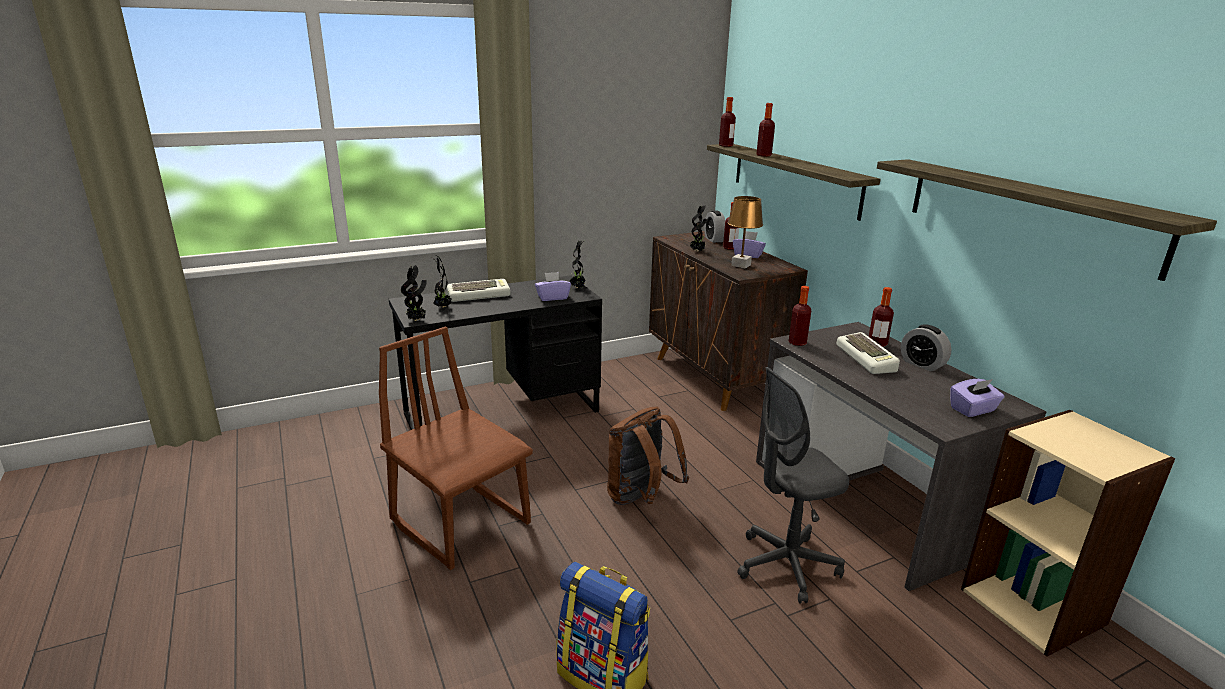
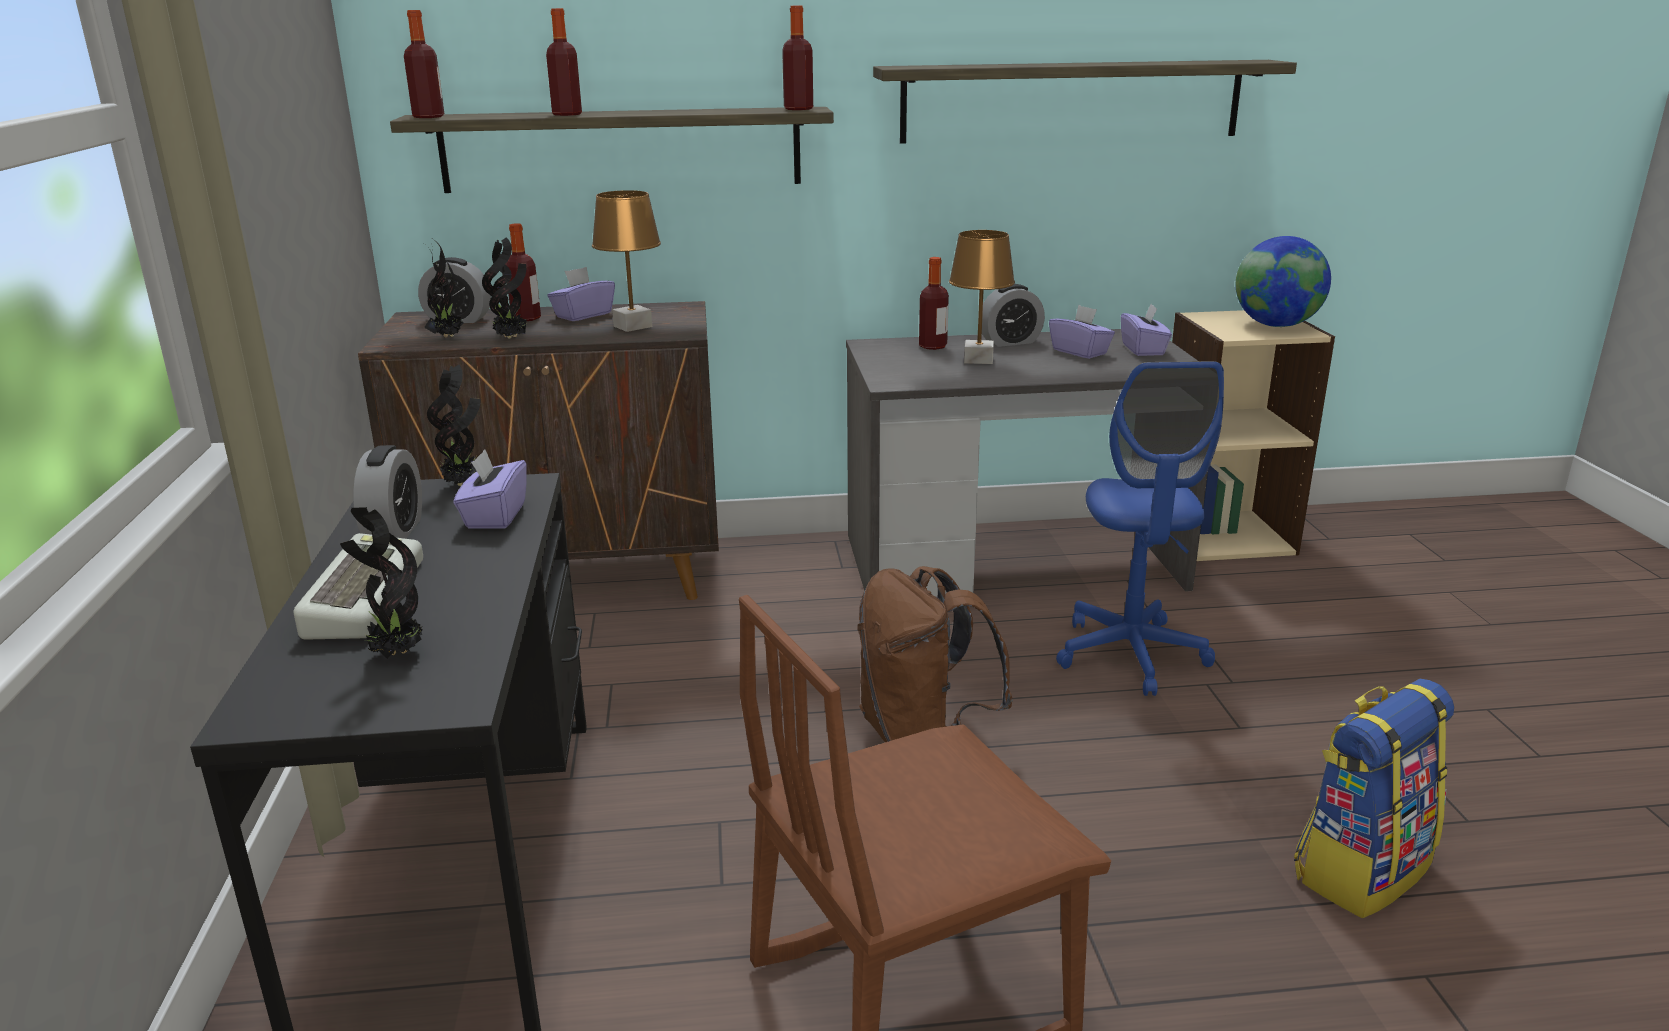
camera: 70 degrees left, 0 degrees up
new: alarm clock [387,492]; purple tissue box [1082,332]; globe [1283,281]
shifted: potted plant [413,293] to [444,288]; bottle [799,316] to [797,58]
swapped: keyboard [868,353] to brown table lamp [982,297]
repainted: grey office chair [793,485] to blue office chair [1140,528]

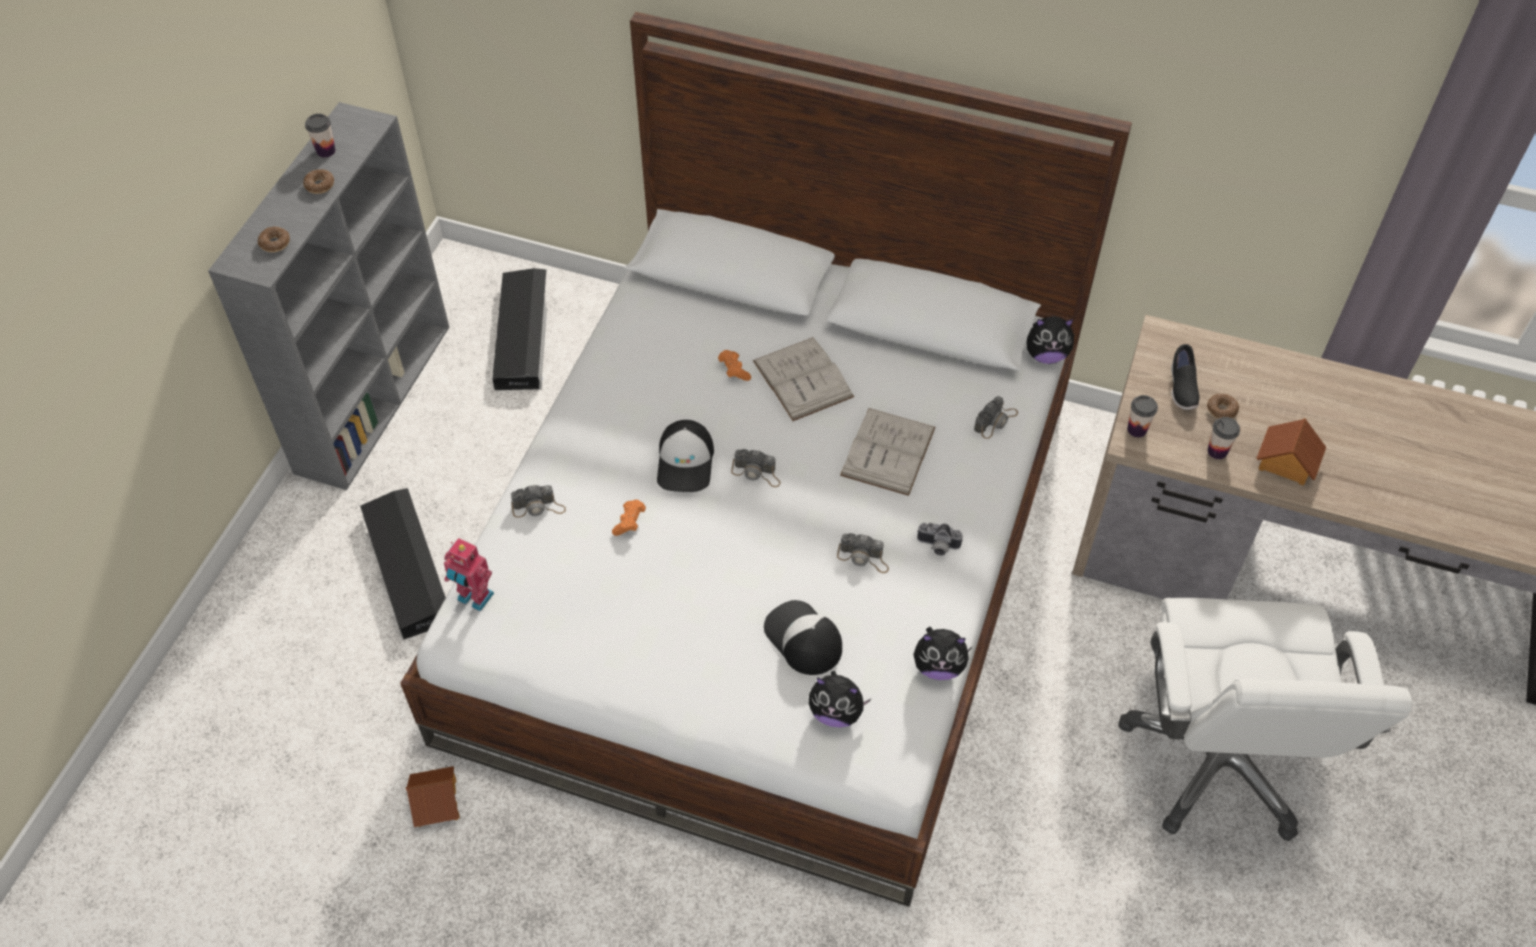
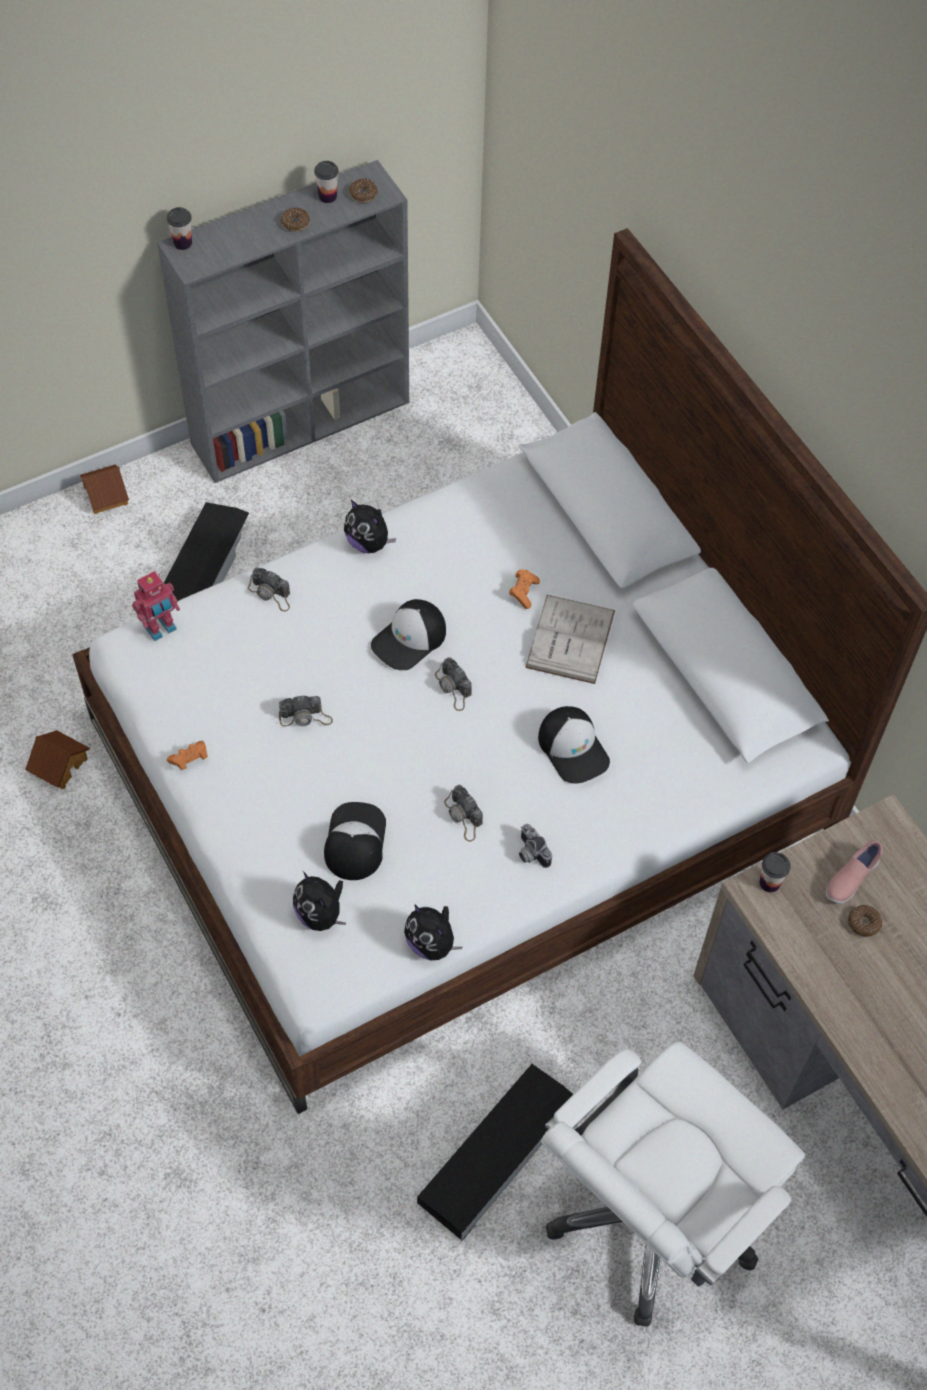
camera: 40 degrees right, 5 degrees up
shifted: toy house [1291,451] to [104,489]; cup [1224,438] to [179,228]; orange game controller [629,518] to [187,755]; photo camera [996,417] to [306,710]; plush toy [1051,340] to [370,526]; donut [274,239] to [363,190]; black storage box [519,329] to [495,1152]
swapped: white book [888,452] to cap [574,745]
repainted: black shoe [1185,377] to pink shoe [854,872]
rotated: toy robot [469,574] = [156,606] 105 degrees counterclockwise

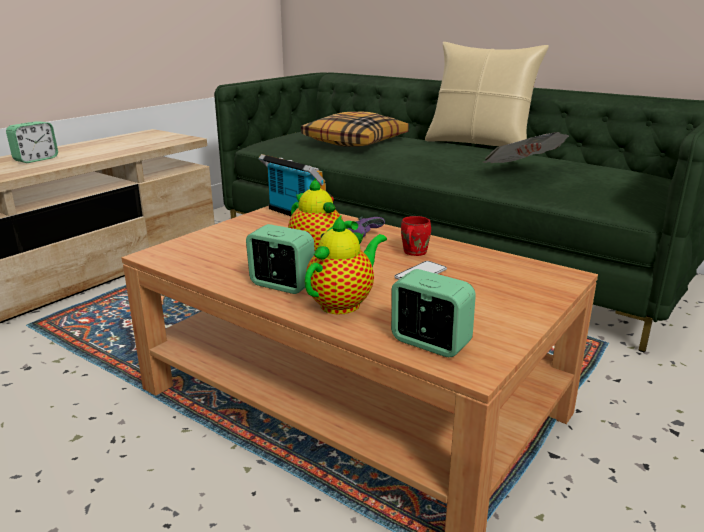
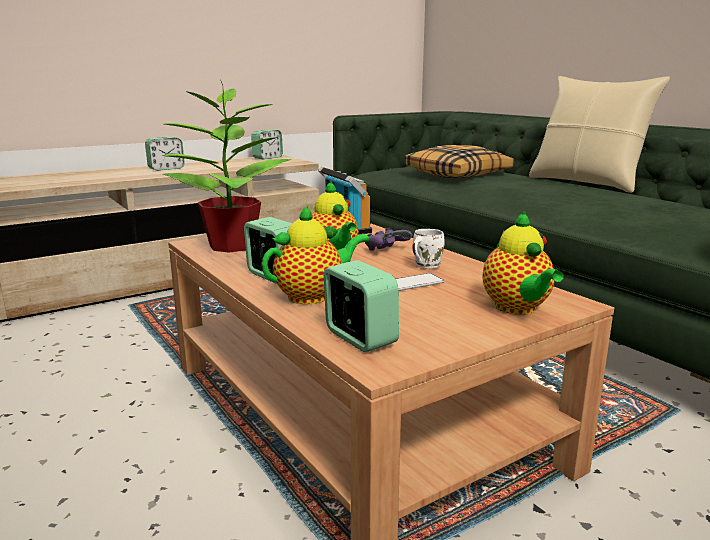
camera: 20 degrees right, 5 degrees down
gone: newspaper [526,147]
new: potted plant [226,166]; alarm clock [267,145]; teapot [523,263]
repainted: red mug [416,236] to white mug [428,249]

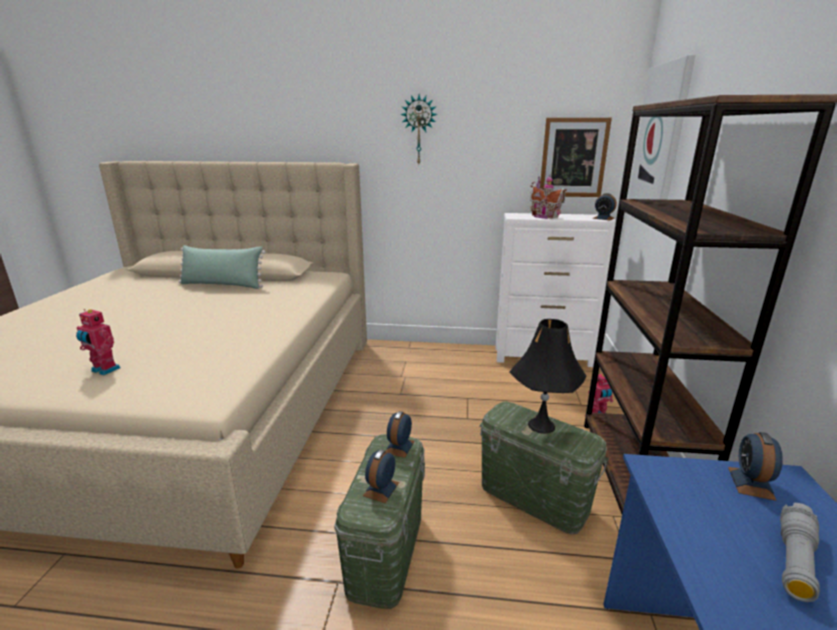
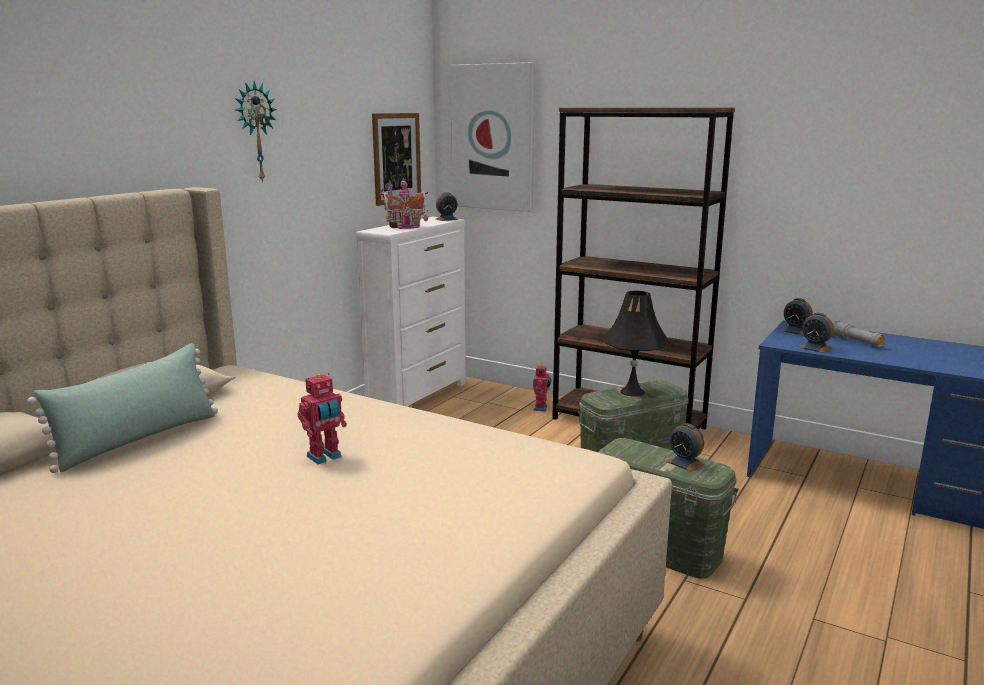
camera: 65 degrees left, 5 degrees down
shifted: toy robot [98,342] to [322,418]; alarm clock [400,434] to [816,333]

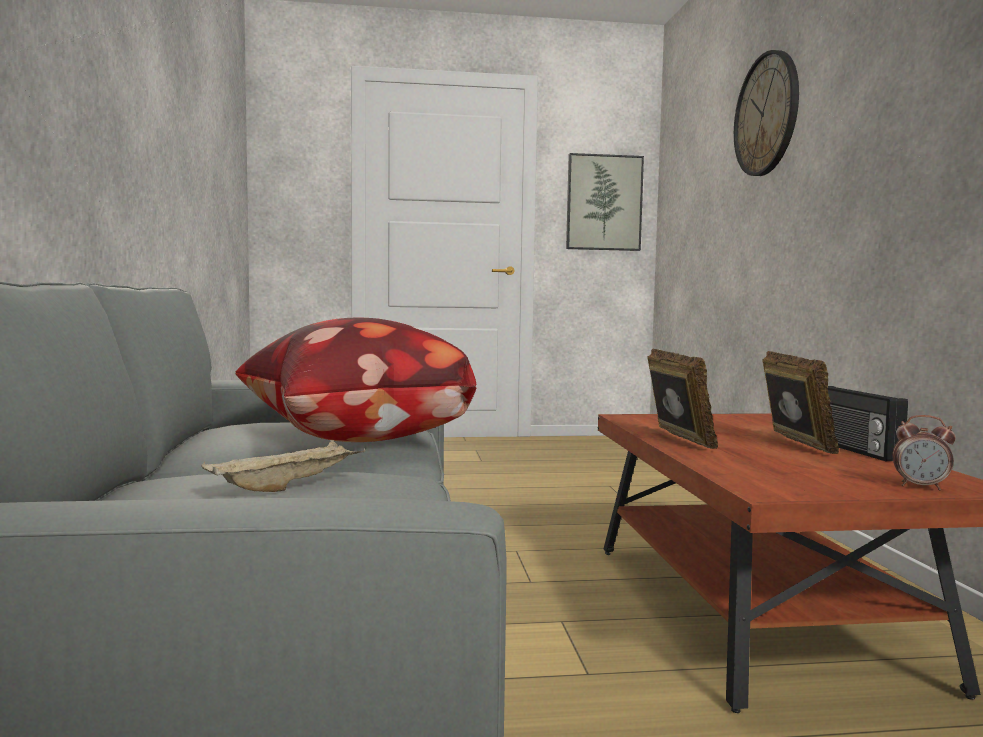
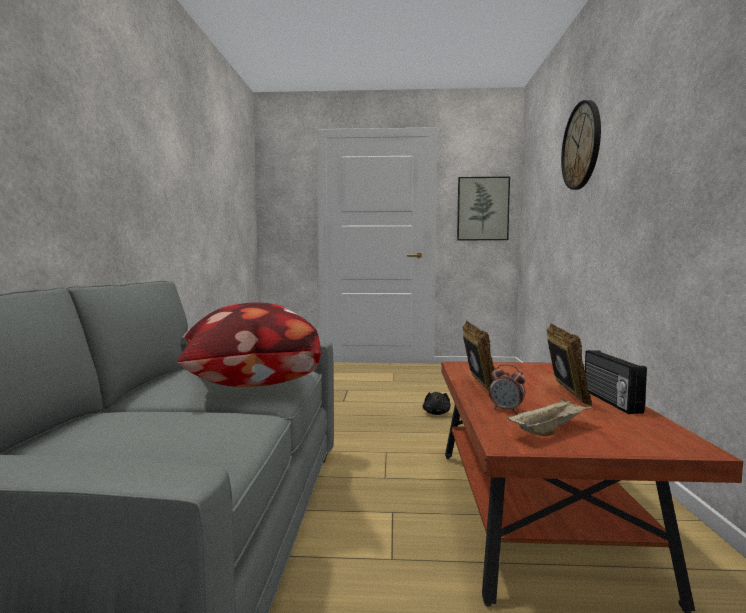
camera: 10 degrees right, 0 degrees up
new: black plush toy [437,403]
shifted: alarm clock [924,452] to [507,389]; beige tray [283,466] to [550,416]

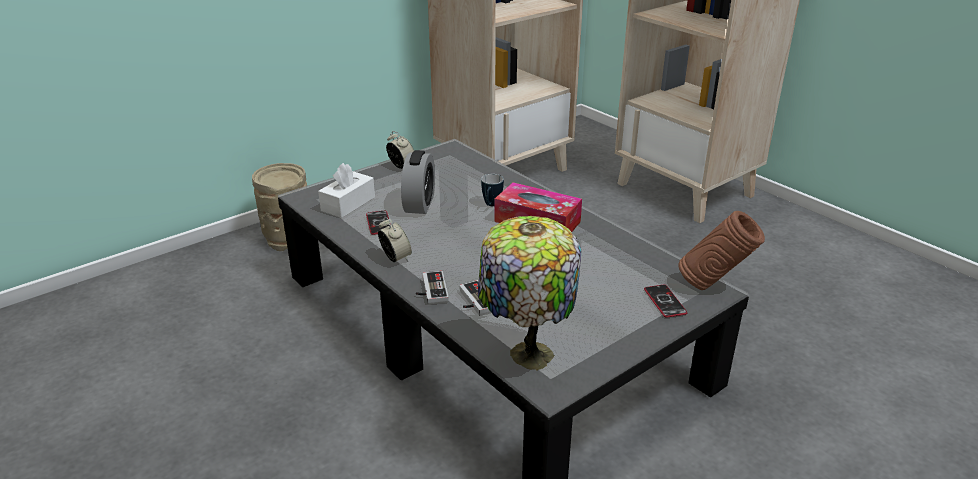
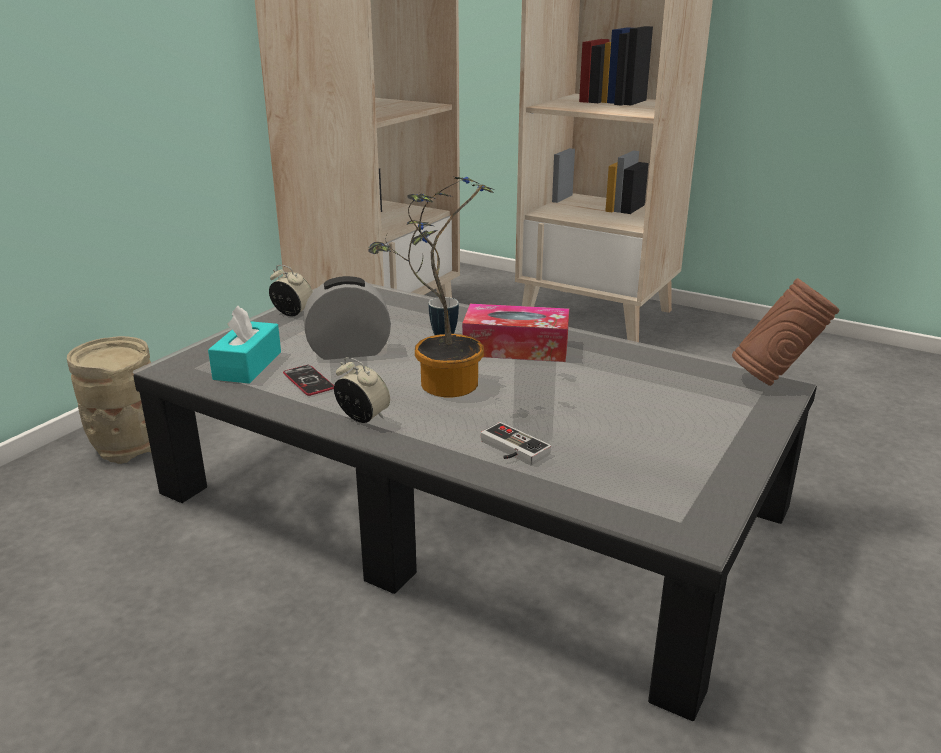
camera: 20 degrees left, 5 degrees down
gone: game controller [432,288]; table lamp [529,293]; phone [665,301]
new: potted plant [431,287]
repainted: white tissue box [346,190] to turquoise tissue box [244,345]
rotated: alarm clock [418,182] = [347,318] 90 degrees counterclockwise

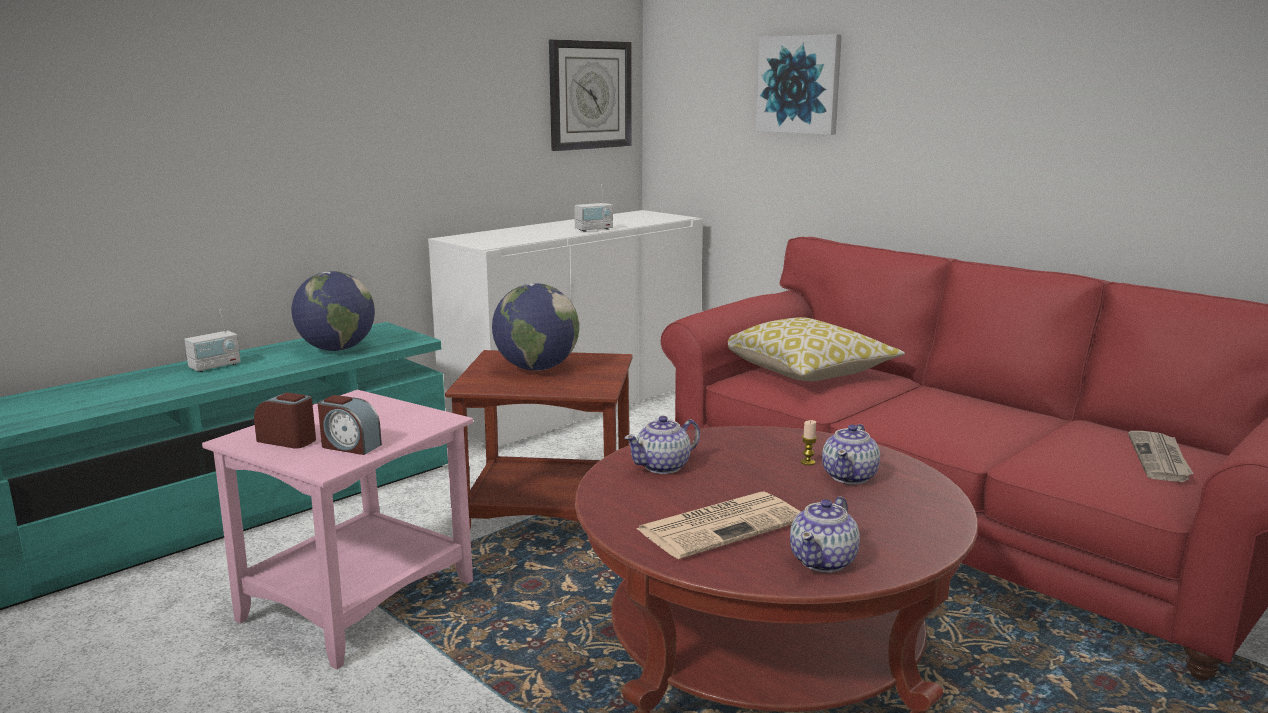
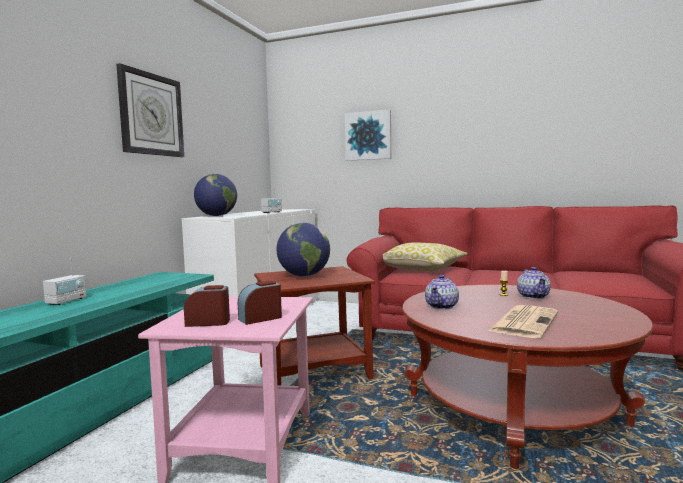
camera: 25 degrees left, 10 degrees down
gone: teapot [825,534]; newspaper [1161,456]
shifted: wall clock [590,95] to [150,110]; globe [333,311] to [215,195]
rotated: alarm clock [350,425] = [260,303] 150 degrees clockwise

